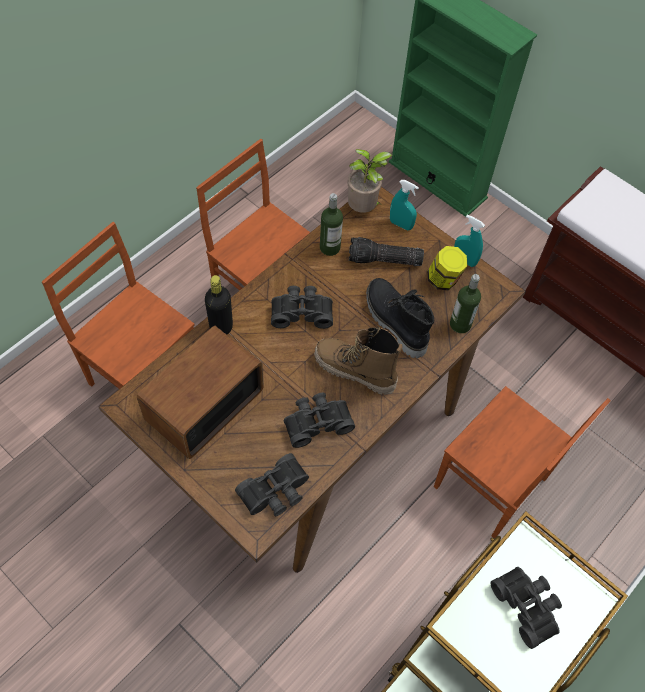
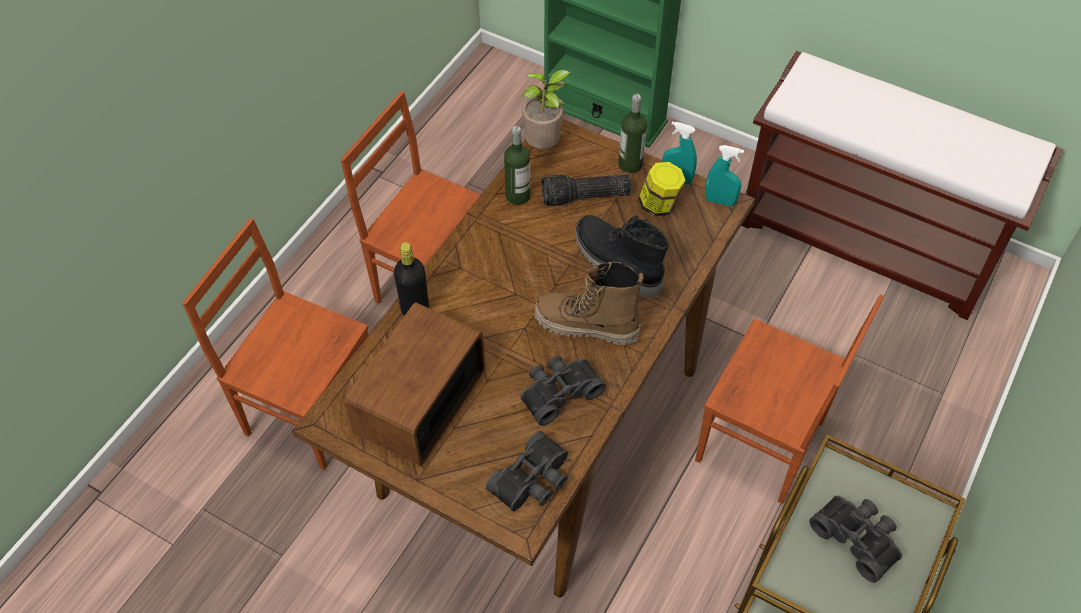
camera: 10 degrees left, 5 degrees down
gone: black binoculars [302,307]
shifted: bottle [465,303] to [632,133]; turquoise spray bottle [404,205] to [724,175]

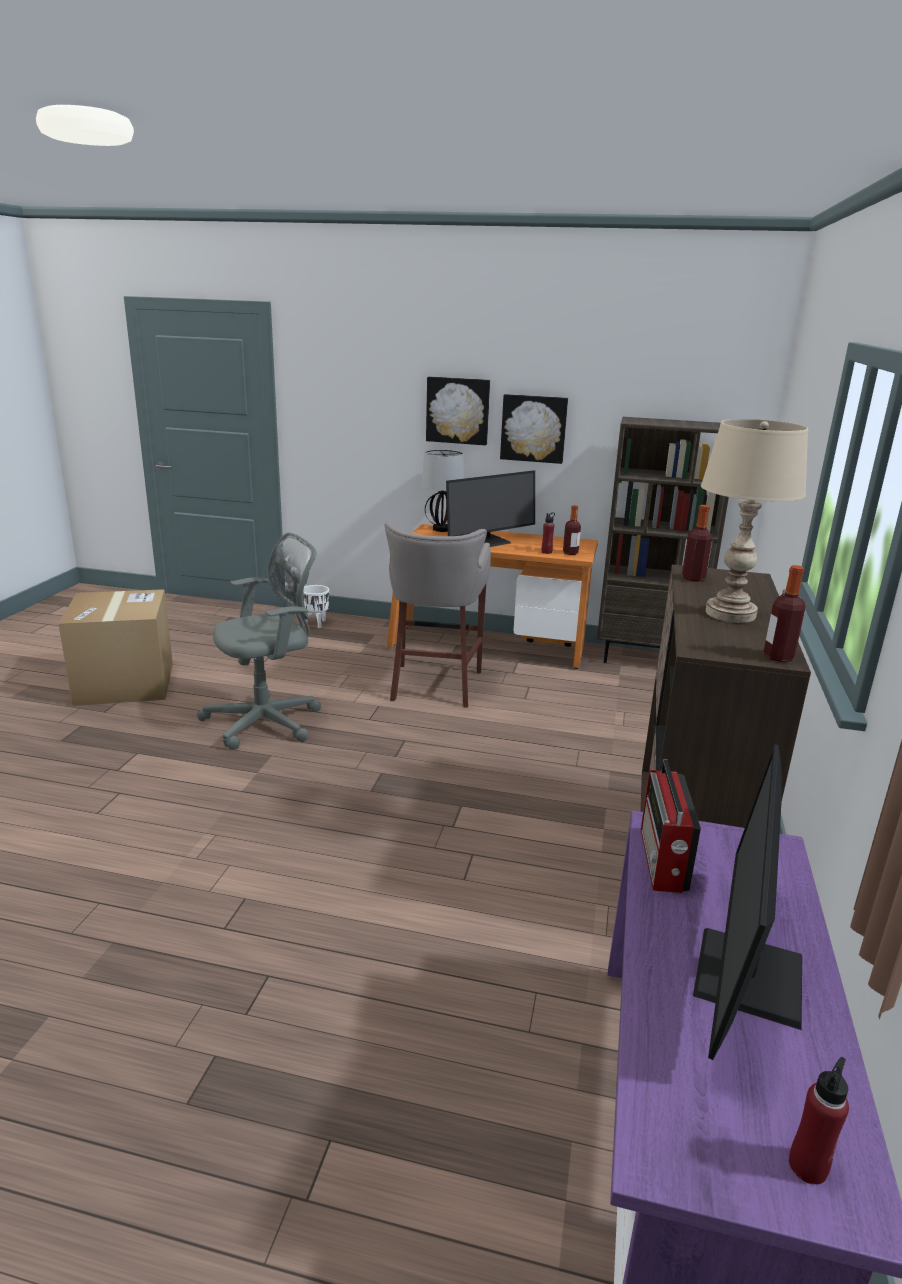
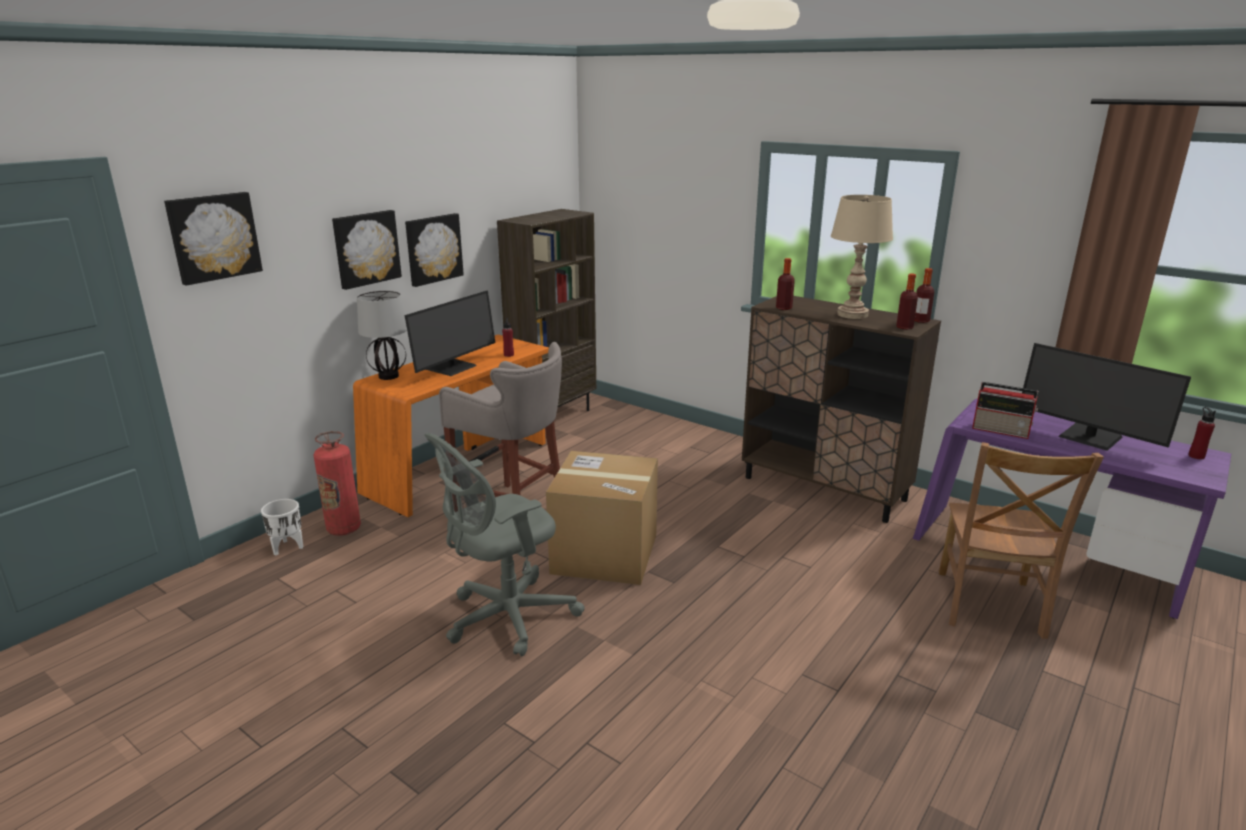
camera: 65 degrees left, 0 degrees up
new: picture [213,239]; fire extinguisher [337,483]; brown chair [1021,540]
shifted: cardboard box [116,647] to [602,518]; bottle [572,530] to [907,301]
rotated: monitor [490,508] = [450,333] 45 degrees clockwise; grey office chair [259,641] = [504,544] 120 degrees counterclockwise

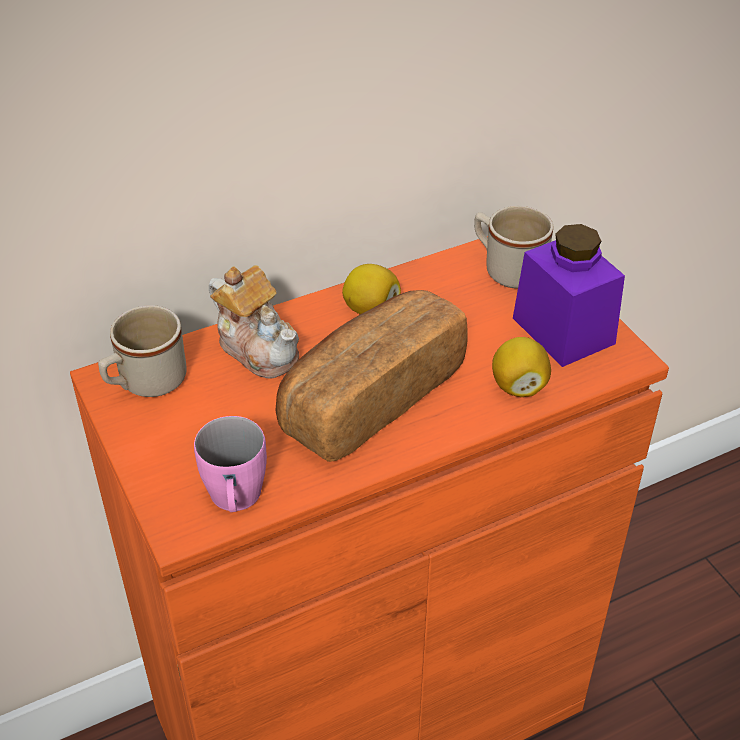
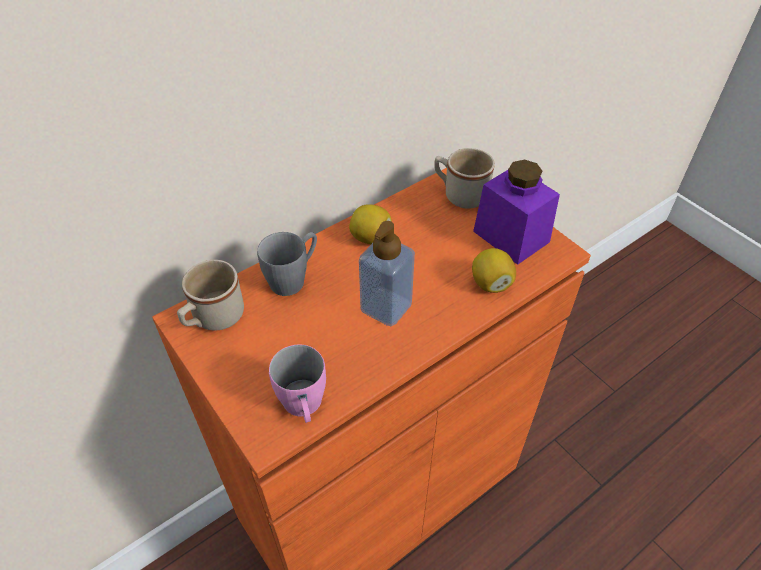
camera: 10 degrees left, 5 degrees up
swapped: teapot [254,321] to grey mug [287,264]; bread [371,376] to soap dispenser [387,274]

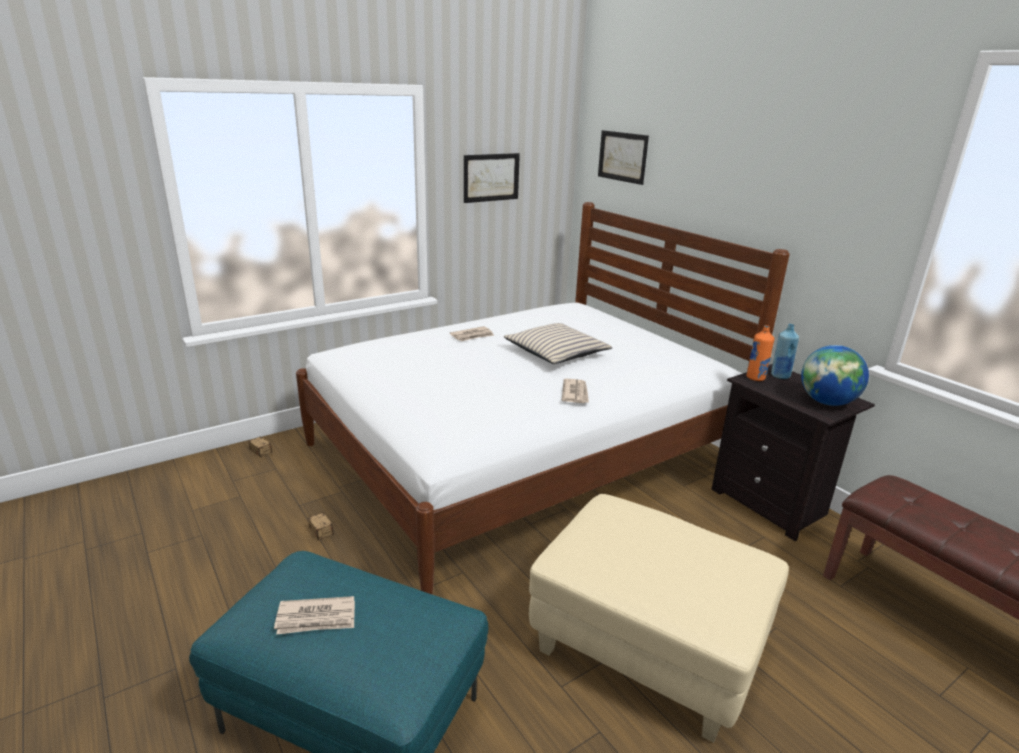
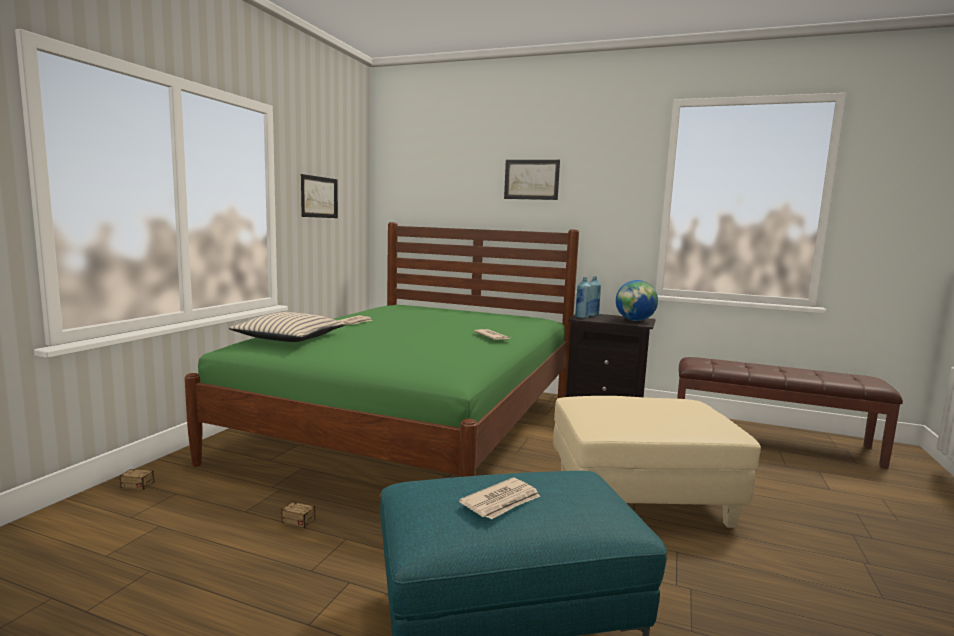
camera: 35 degrees left, 15 degrees down
shifted: beige pillow [558,343] to [287,327]; picture [623,157] to [532,180]
repainted: white bed [543,398] to green bed [382,349]; orange bottle [760,353] to blue bottle [583,297]

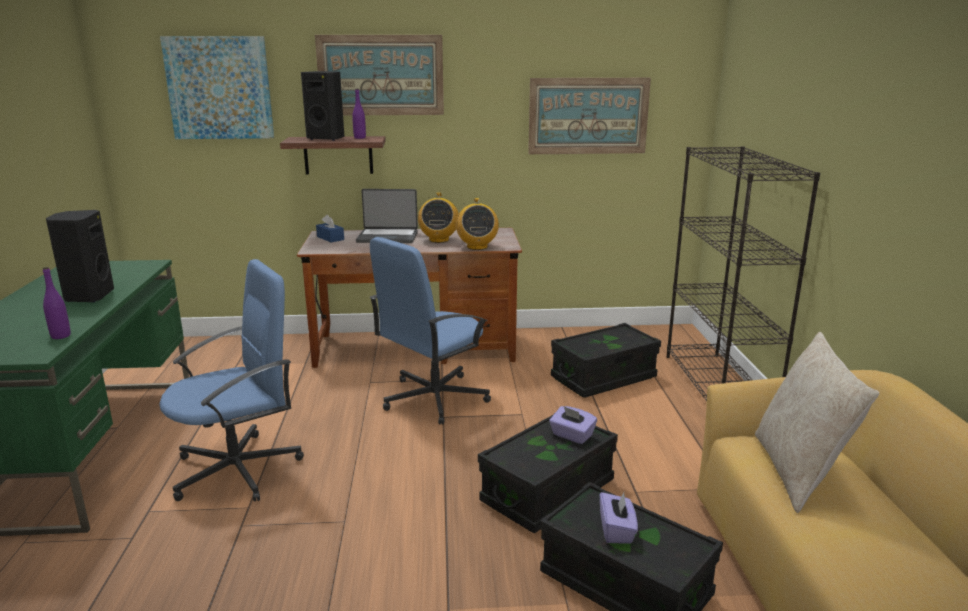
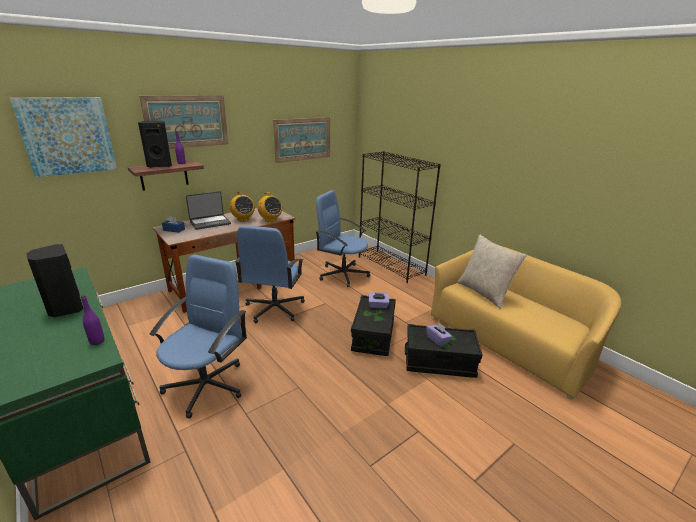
camera: 35 degrees left, 5 degrees up
swapped: black storage box [606,360] to blue office chair [342,238]

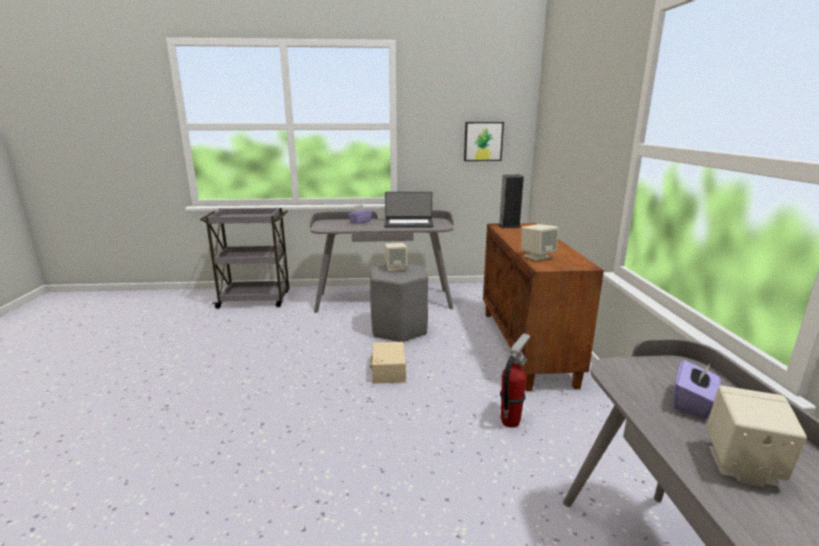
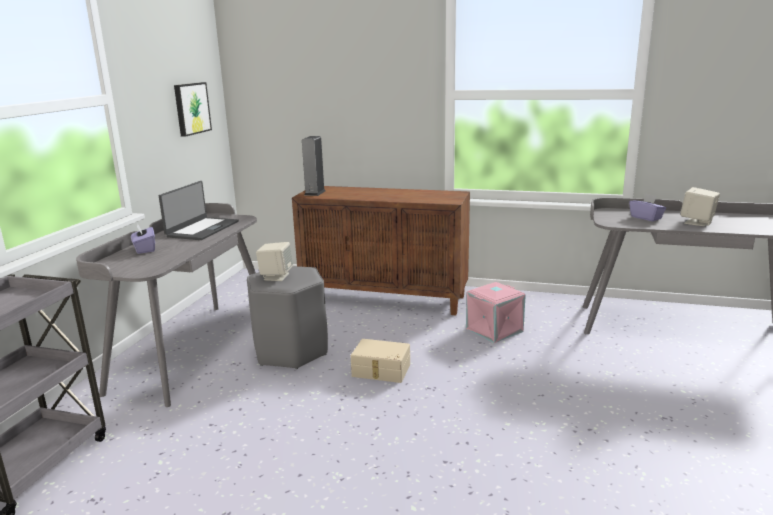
camera: 70 degrees left, 0 degrees up
gone: beige speaker [539,242]
swapped: fire extinguisher [515,380] to pink storage box [496,312]

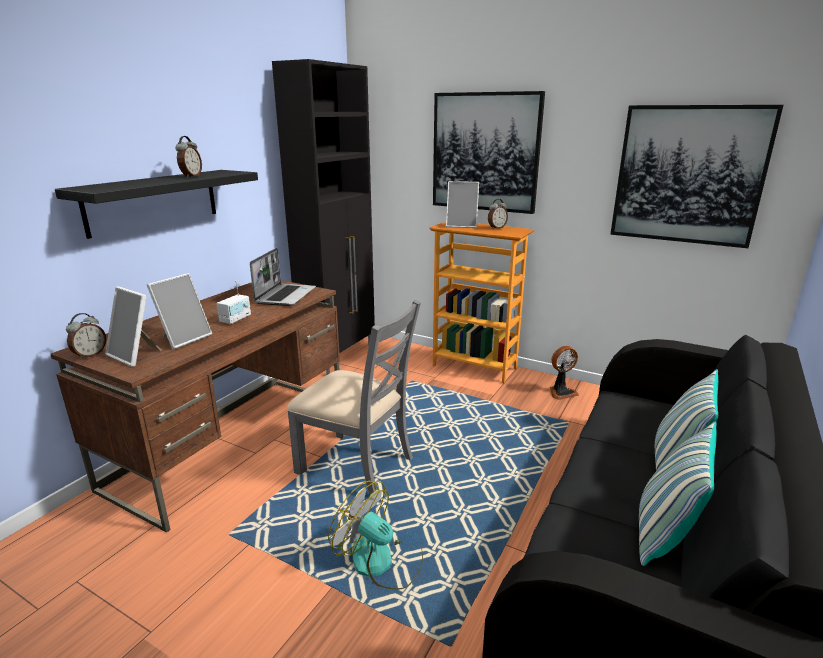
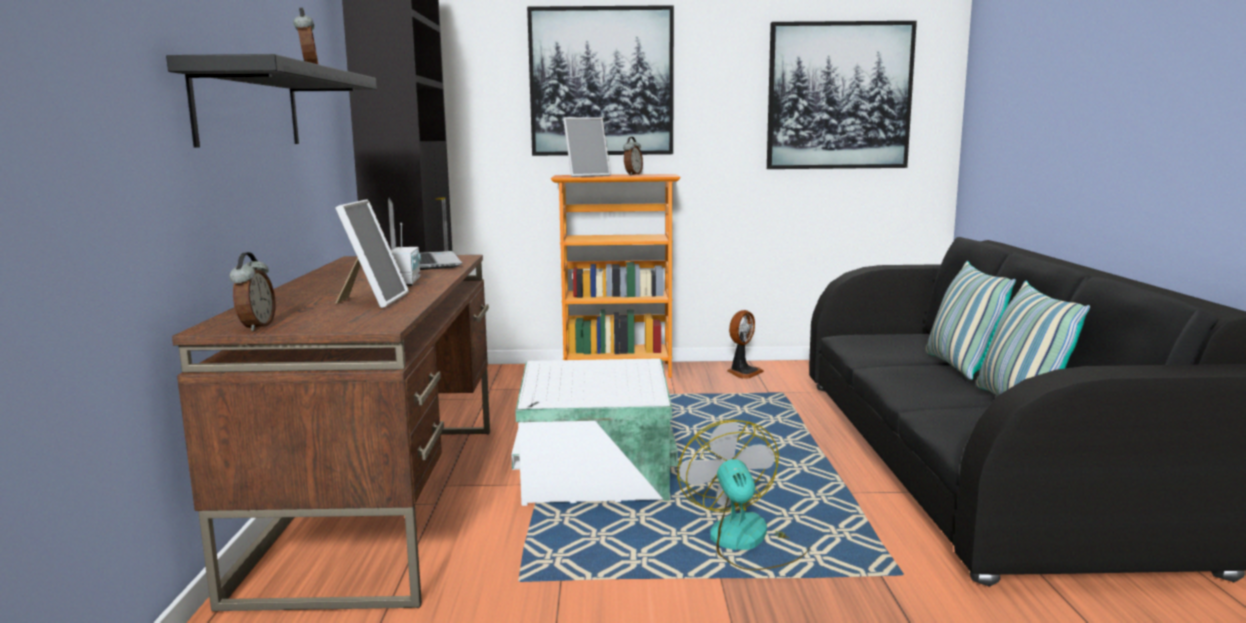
camera: 30 degrees left, 10 degrees down
gone: picture frame [133,326]
swapped: grey chair [354,397] to white storage box [594,432]
rotated: fan [375,535] = [743,494] 75 degrees clockwise

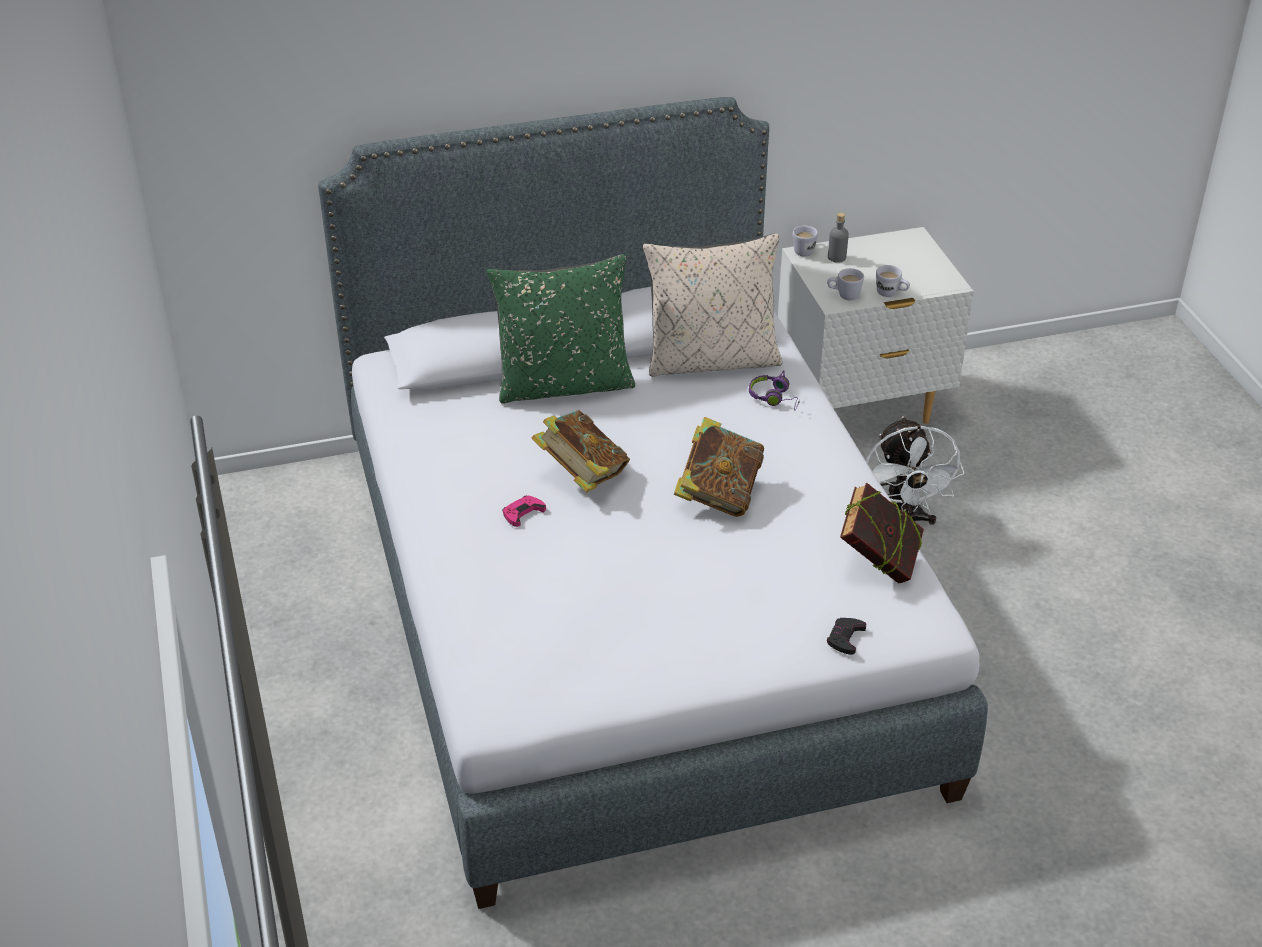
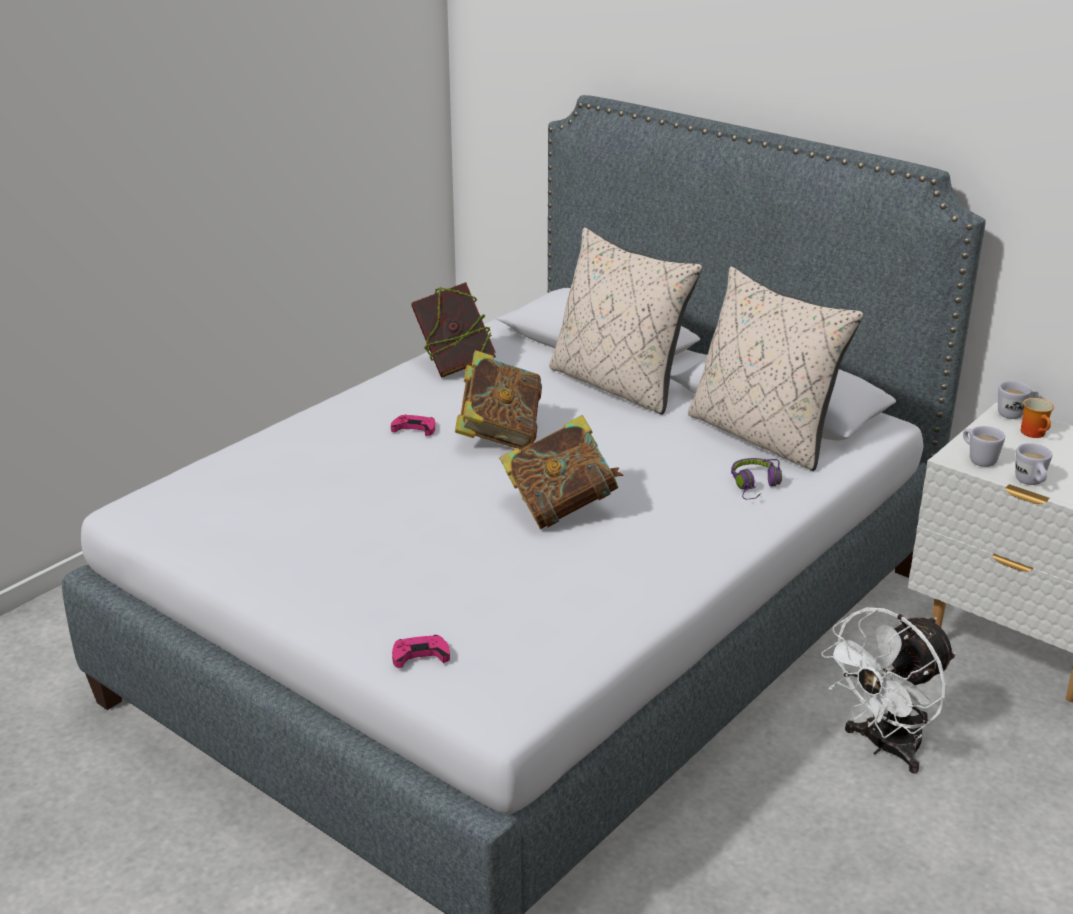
camera: 55 degrees right, 10 degrees down
shifted: book [882,533] to [453,330]
swapped: grey bottle [838,238] to mug [1037,418]
repainted: black game controller [846,636] to pink game controller [421,651]; green pillow [561,329] to beige pillow [625,321]

